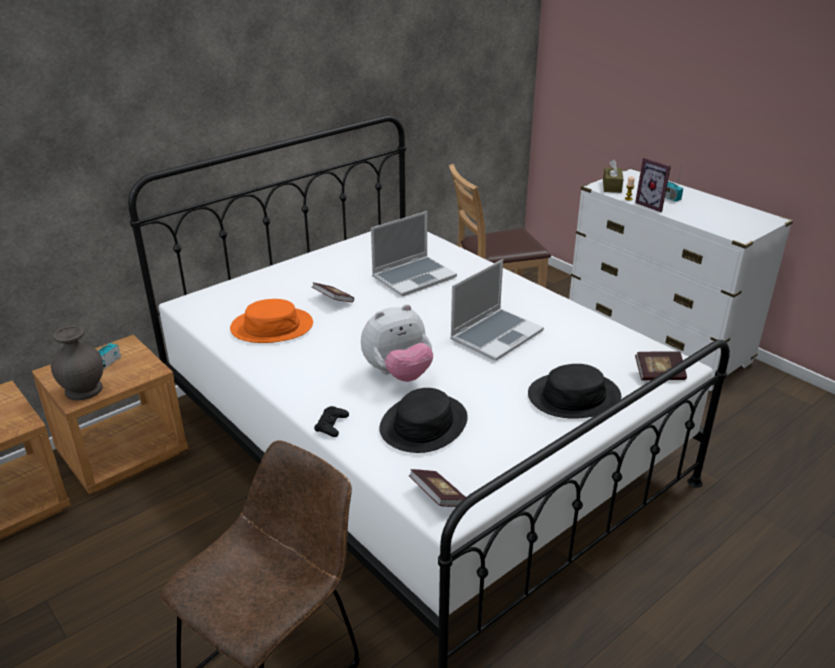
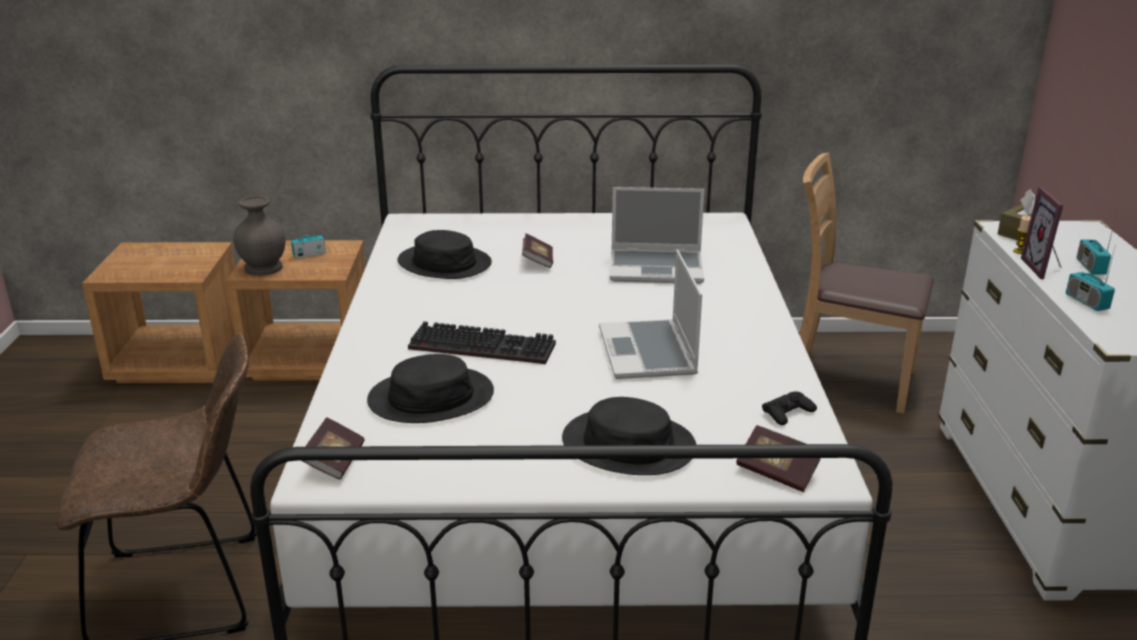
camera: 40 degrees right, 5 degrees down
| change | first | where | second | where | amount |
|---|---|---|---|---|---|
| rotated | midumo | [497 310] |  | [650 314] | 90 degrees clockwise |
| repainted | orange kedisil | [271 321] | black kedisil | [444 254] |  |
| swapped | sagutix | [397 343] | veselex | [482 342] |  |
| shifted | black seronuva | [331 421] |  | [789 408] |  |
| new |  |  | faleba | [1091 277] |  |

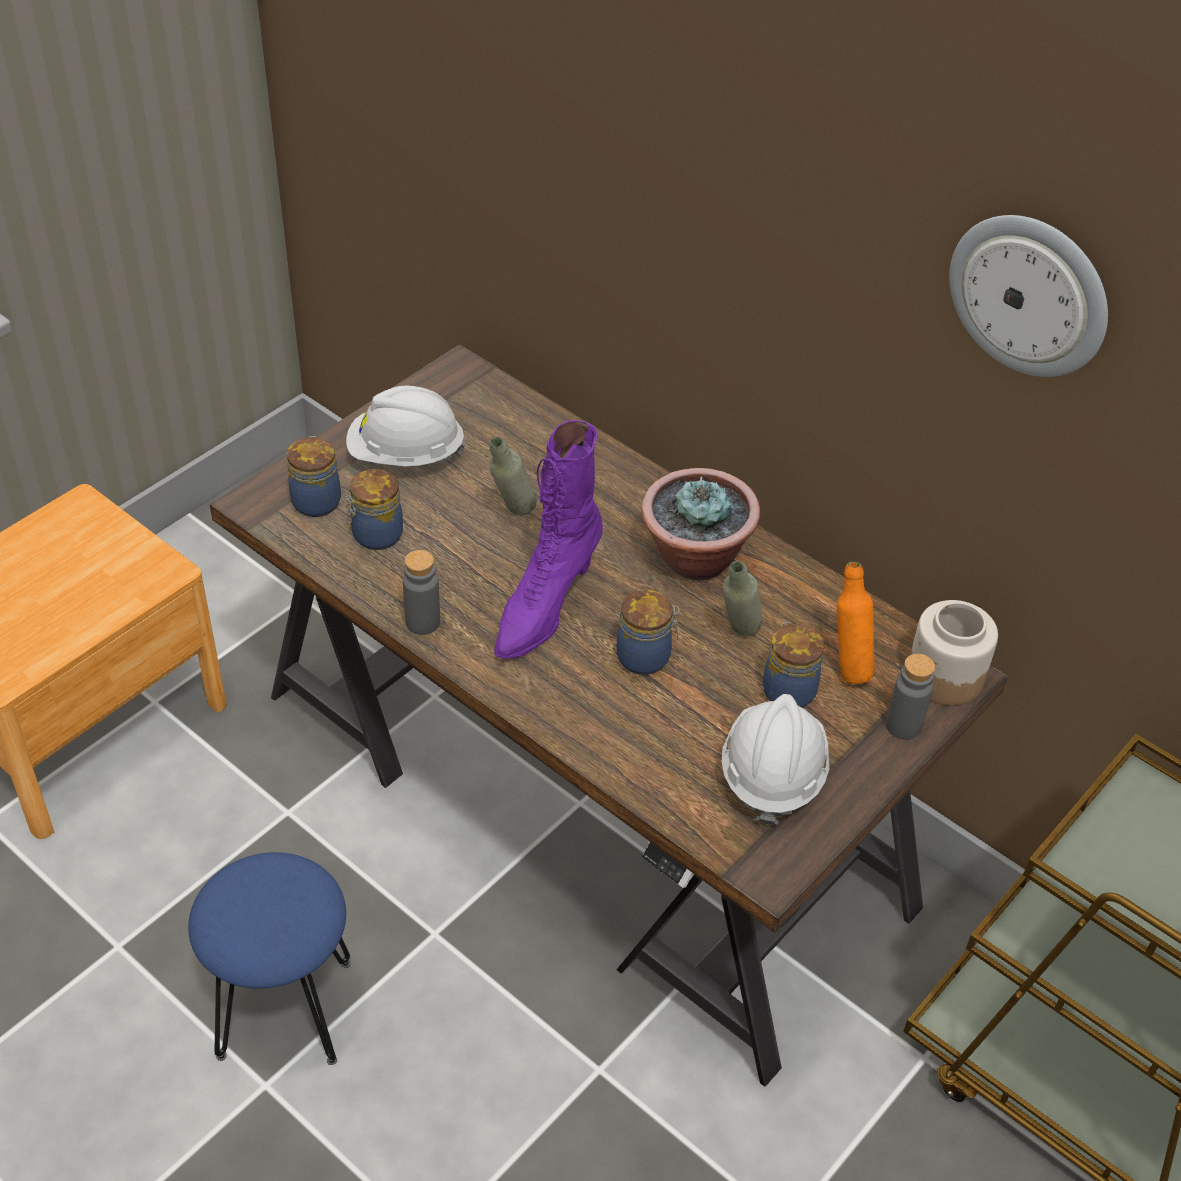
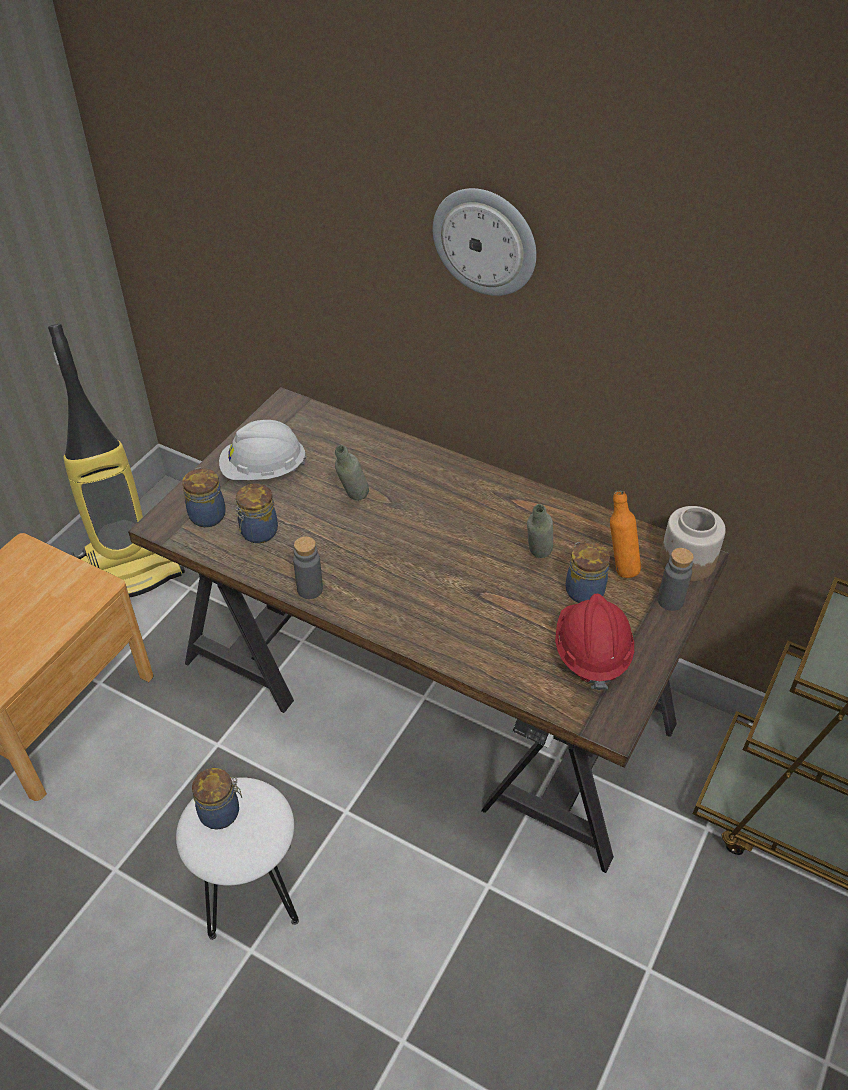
camera: 10 degrees left, 0 degrees up
| change | first | where | second | where | amount |
|---|---|---|---|---|---|
| shifted | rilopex | [1028 296] |  | [484 242] |  |
| gone | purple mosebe | [548 539] |  |  |  |
| gone | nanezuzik | [700 524] |  |  |  |
| shifted | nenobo | [648 632] |  | [217 799] |  |
| repainted | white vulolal | [775 759] | red vulolal | [594 642] |  |
| repainted | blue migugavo | [269 958] | white migugavo | [237 858] |  |
| new |  |  | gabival | [116 460] |  |

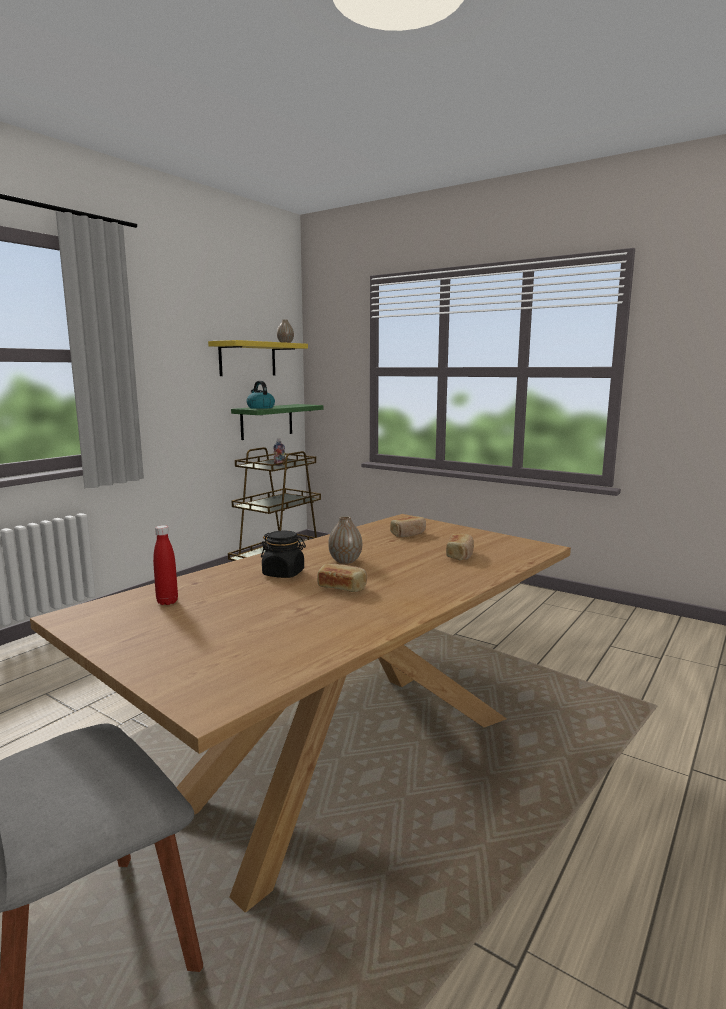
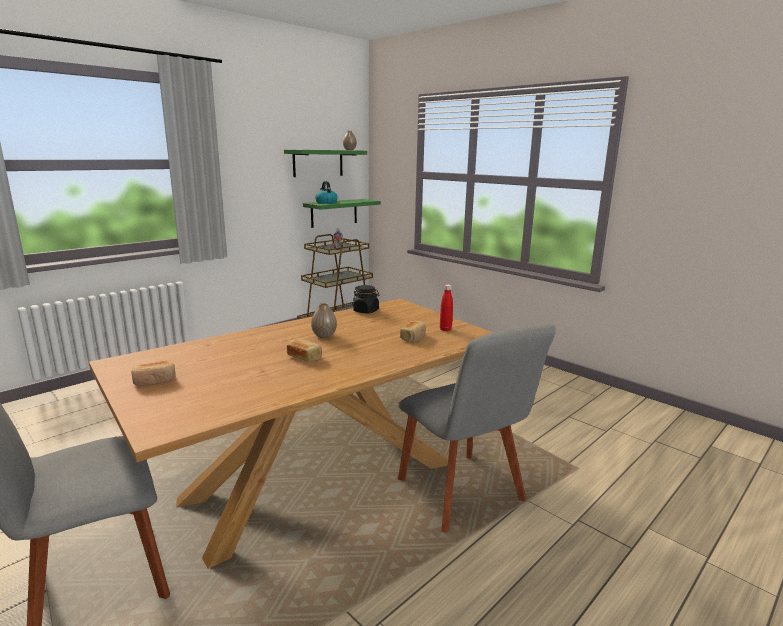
camera: 10 degrees right, 5 degrees up
| change | first | where | second | where | amount |
|---|---|---|---|---|---|
| repainted | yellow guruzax | [258 358] | green guruzax | [325 163] |  |
| shifted | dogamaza | [408 526] |  | [153 373] |  |
| shifted | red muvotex | [165 565] |  | [446 307] |  |
| shifted | black nenobo | [283 554] |  | [366 299] |  |
| new |  |  | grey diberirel | [477 428] |  |

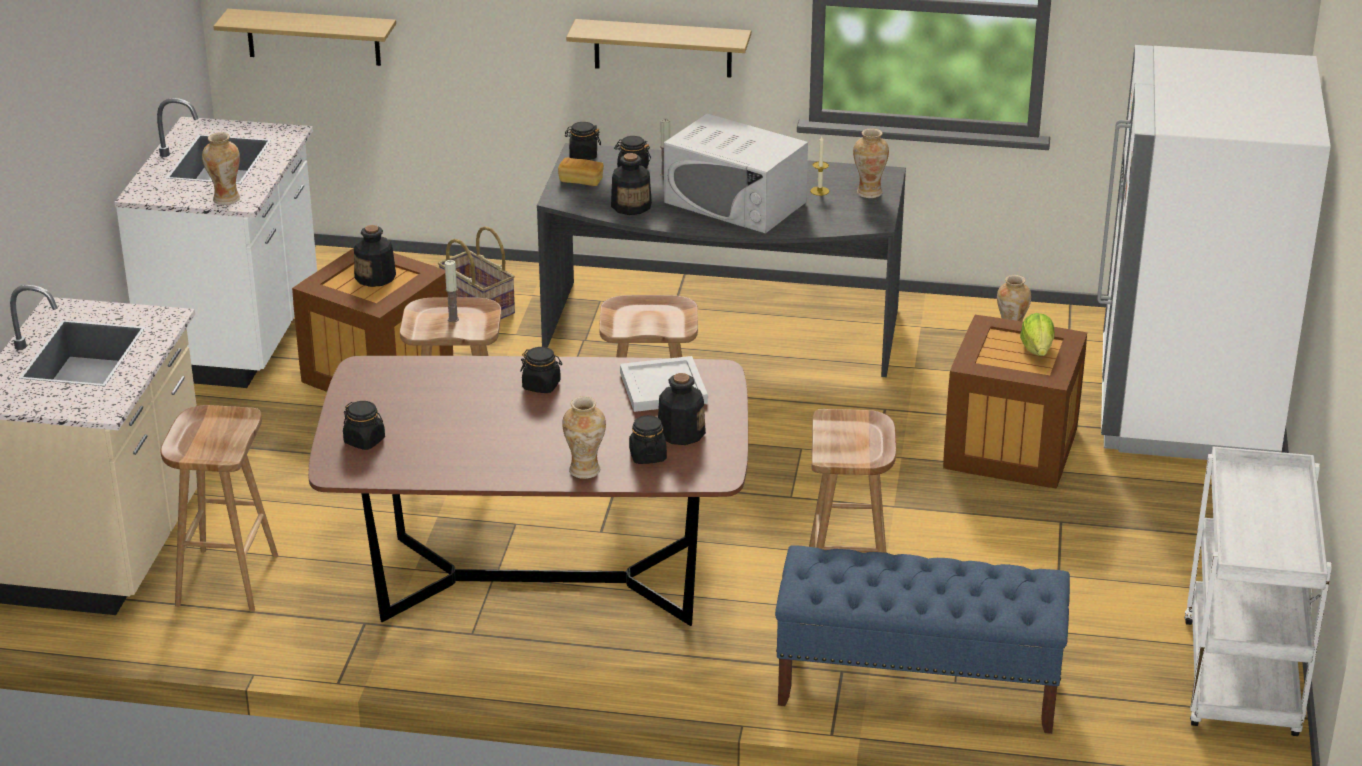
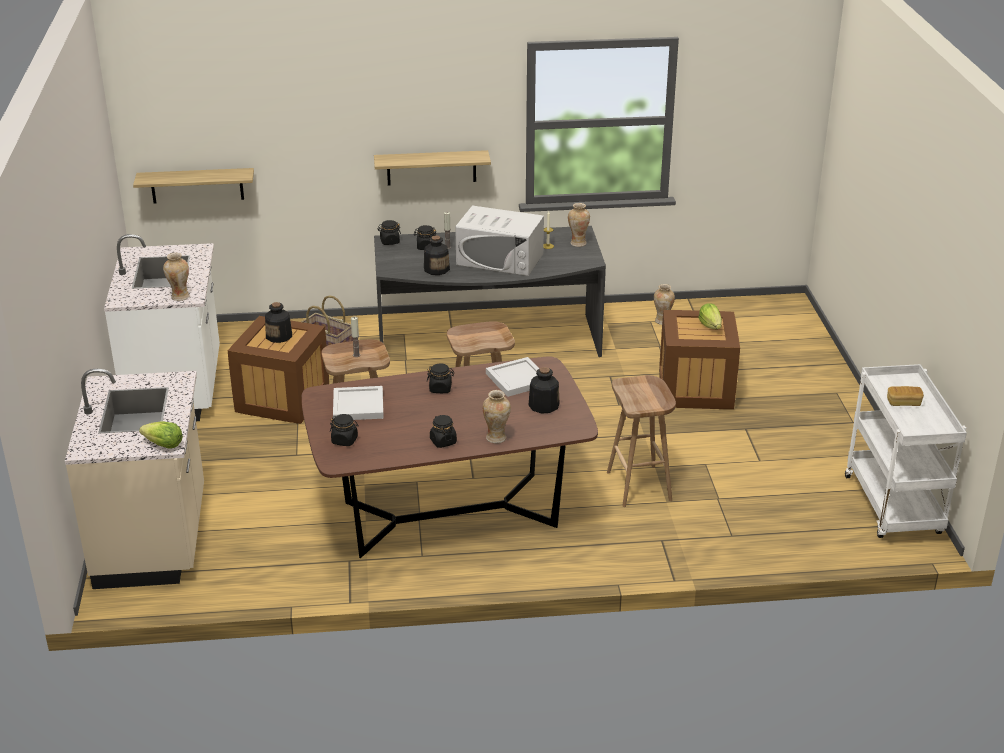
camera: 15 degrees left, 0 degrees up
| change | first | where | second | where | amount |
|---|---|---|---|---|---|
| gone | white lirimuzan | [1214 252] |  |  |  |
| shifted | dogamaza | [581 171] |  | [905 396] |  |
| gone | brown migugavo | [219 508] |  |  |  |
| shifted | black nenobo | [648 439] |  | [443 431] |  |
| gone | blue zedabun | [922 639] |  |  |  |
| new |  |  | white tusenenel | [358 403] |  |
| new |  |  | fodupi | [161 435] |  |

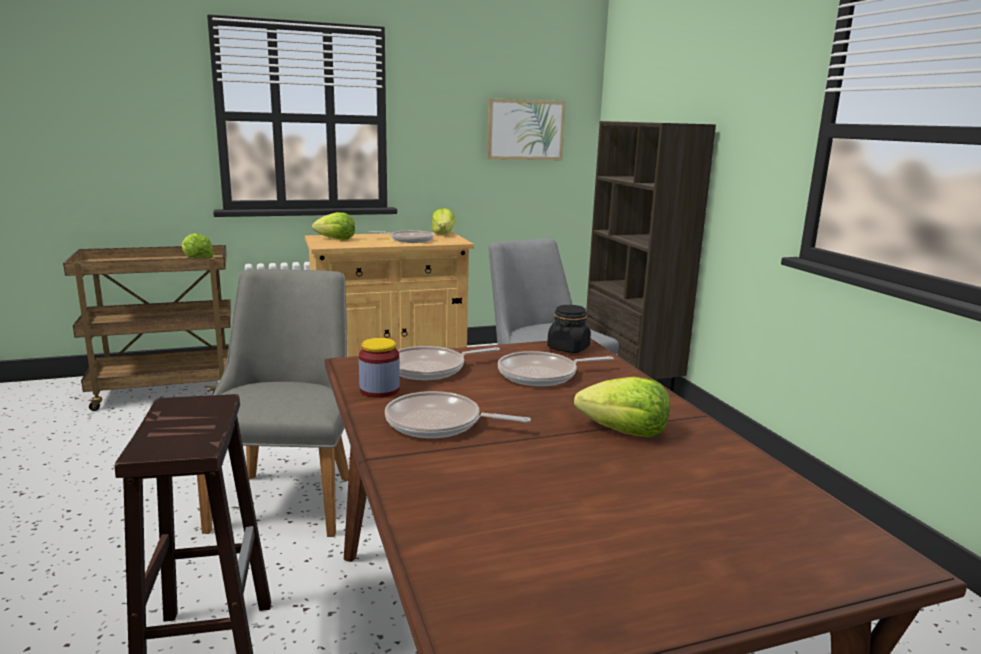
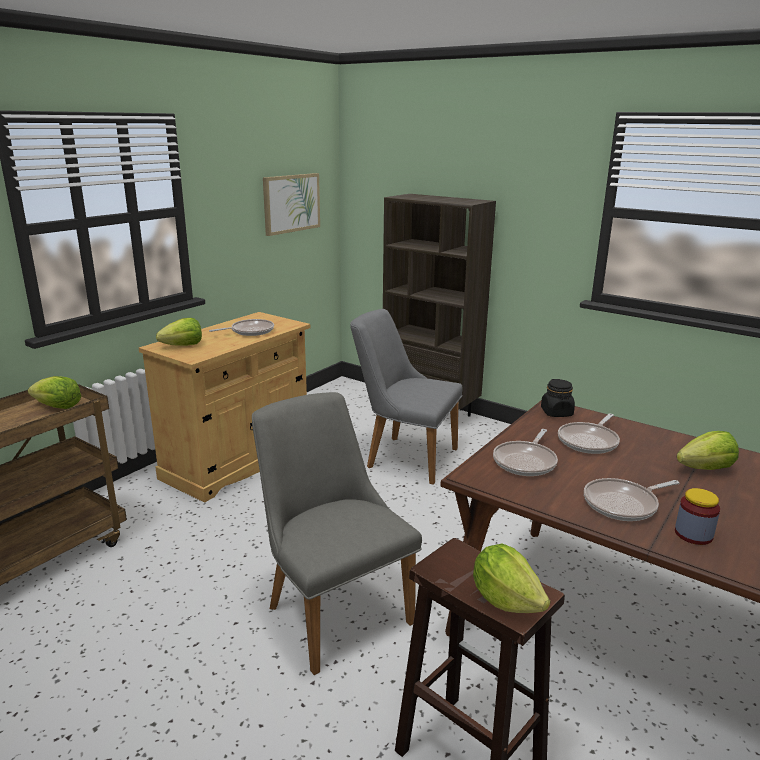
camera: 35 degrees left, 5 degrees up
| change | first | where | second | where | amount |
|---|---|---|---|---|---|
| shifted | fodupi | [443 221] |  | [511 578] |  |
| shifted | nenobo | [379 368] |  | [697 516] |  |

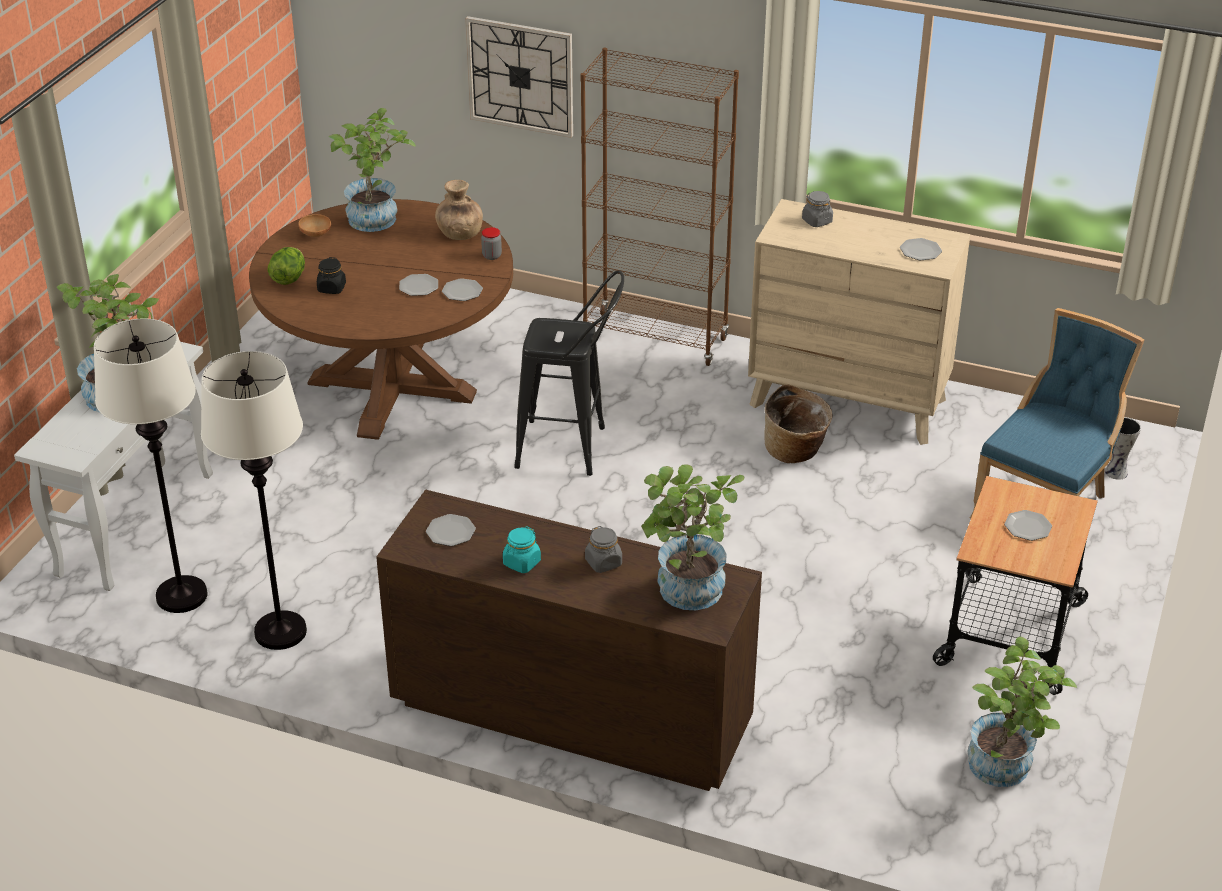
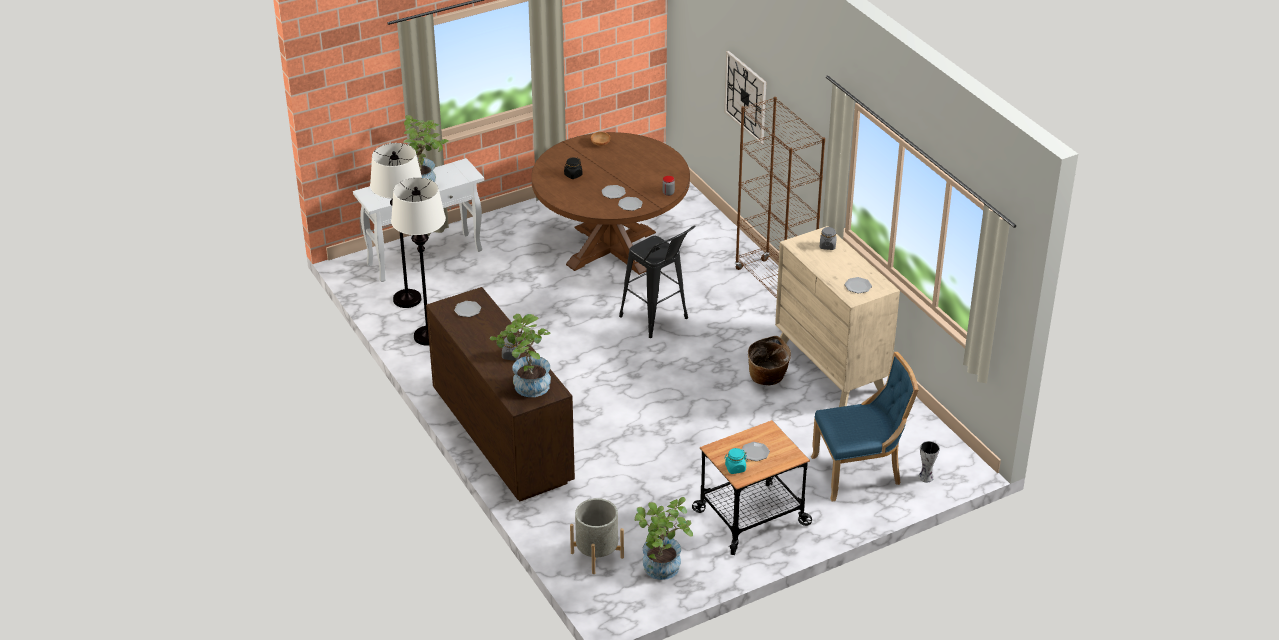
camera: 40 degrees right, 0 degrees up
| change | first | where | second | where | amount |
|---|---|---|---|---|---|
| gone | nanezuzik | [372 170] |  |  |  |
| gone | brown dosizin | [459 210] |  |  |  |
| gone | fodupi | [286 266] |  |  |  |
| shifted | turquoise nenobo | [522 549] |  | [735 461] |  |
| new |  |  | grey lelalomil | [597 536] |  |

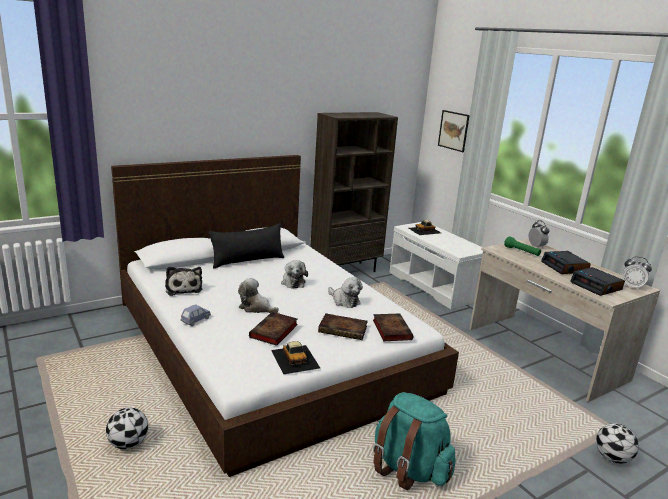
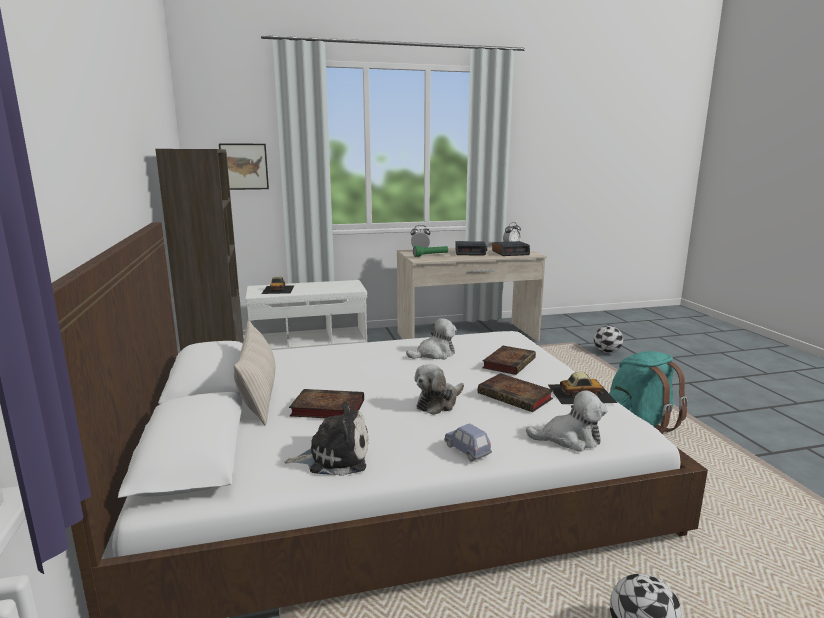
camera: 70 degrees left, 5 degrees down
| change | first | where | second | where | amount |
|---|---|---|---|---|---|
| repainted | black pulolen | [246 245] | beige pulolen | [254 373] |  |
| shifted | sagutix | [294 274] |  | [566 421] |  |
| shifted | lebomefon | [393 327] |  | [326 403] |  |

